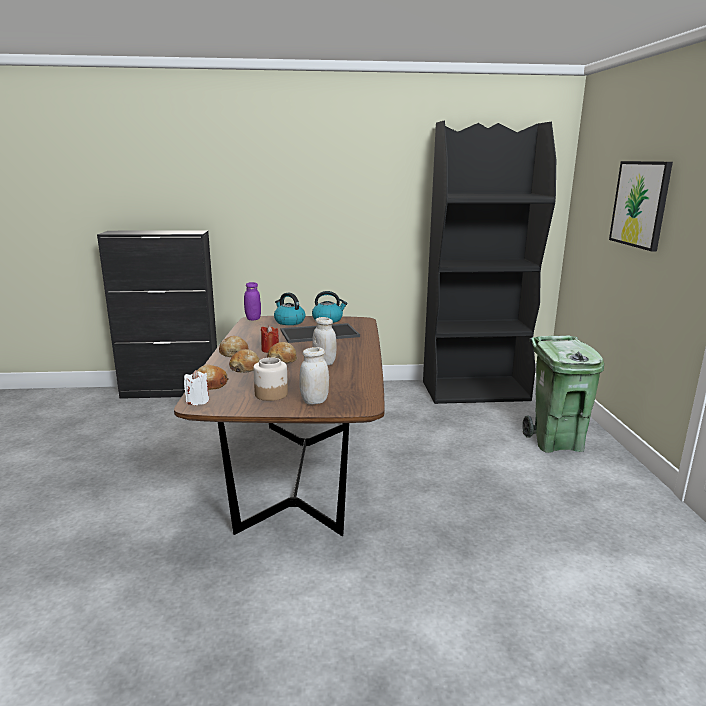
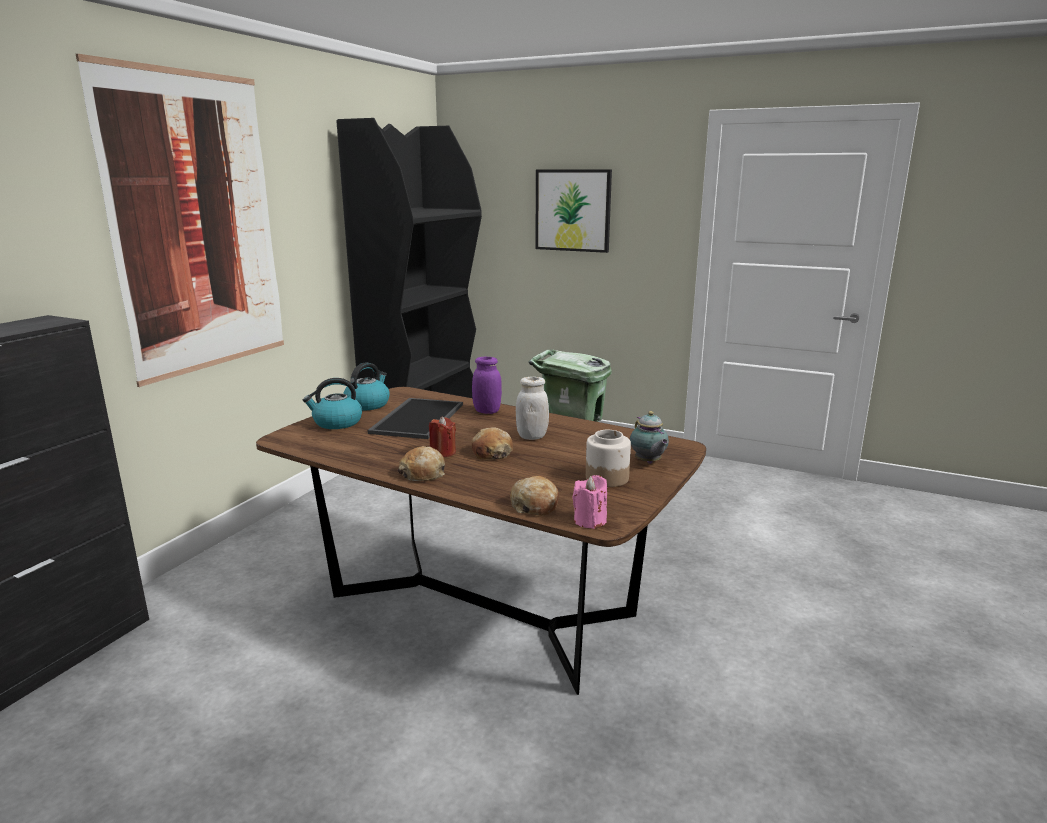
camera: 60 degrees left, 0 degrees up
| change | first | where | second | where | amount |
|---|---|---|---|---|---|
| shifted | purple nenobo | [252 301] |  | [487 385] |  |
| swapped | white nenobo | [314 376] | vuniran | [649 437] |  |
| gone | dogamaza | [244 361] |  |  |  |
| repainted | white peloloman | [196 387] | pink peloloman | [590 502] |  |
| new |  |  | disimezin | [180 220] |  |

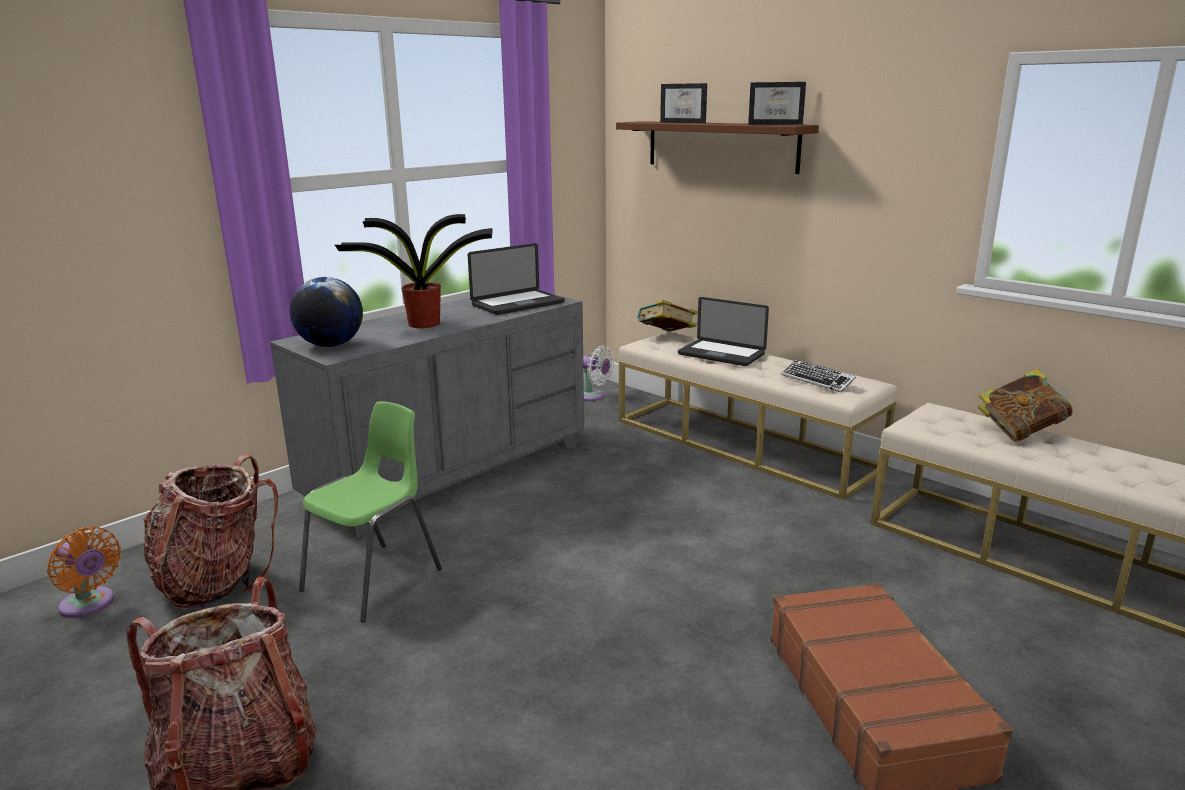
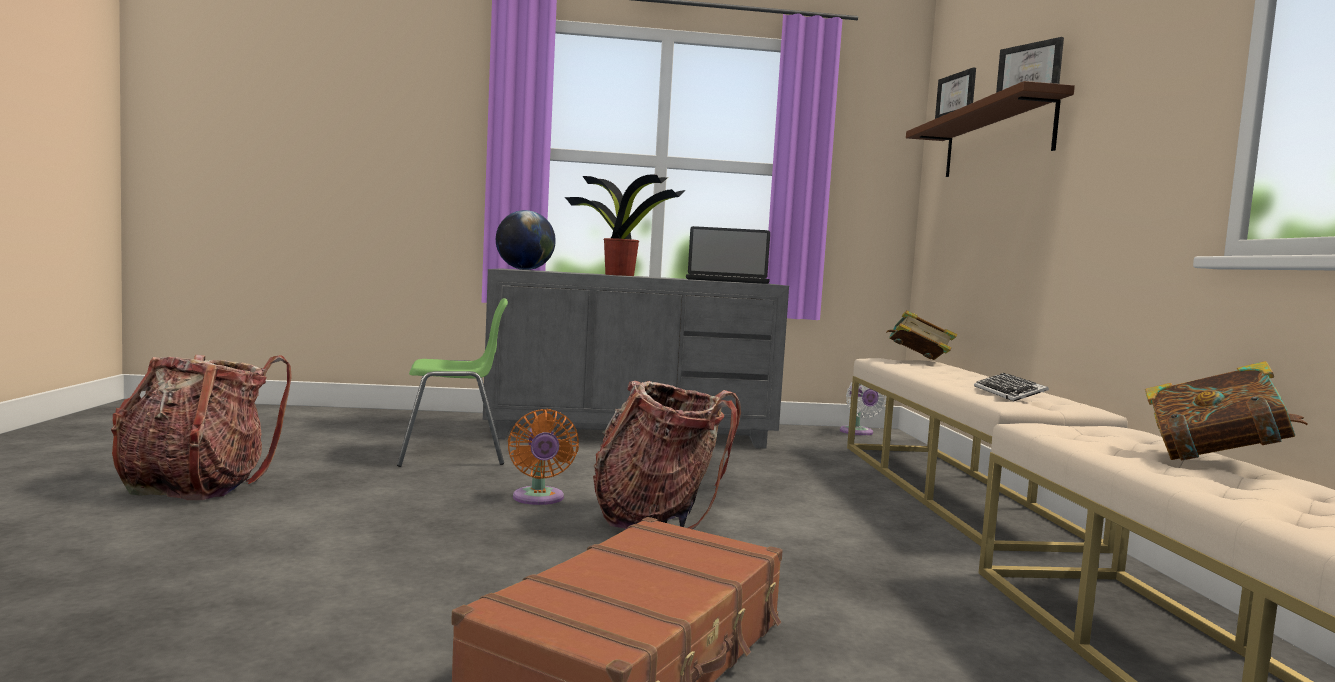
camera: 40 degrees right, 15 degrees down
| change | first | where | second | where | amount |
|---|---|---|---|---|---|
| gone | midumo | [723 331] |  |  |  |
| shifted | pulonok | [210 532] |  | [667 455] |  |
| shifted | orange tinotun | [84 572] |  | [543 457] |  |

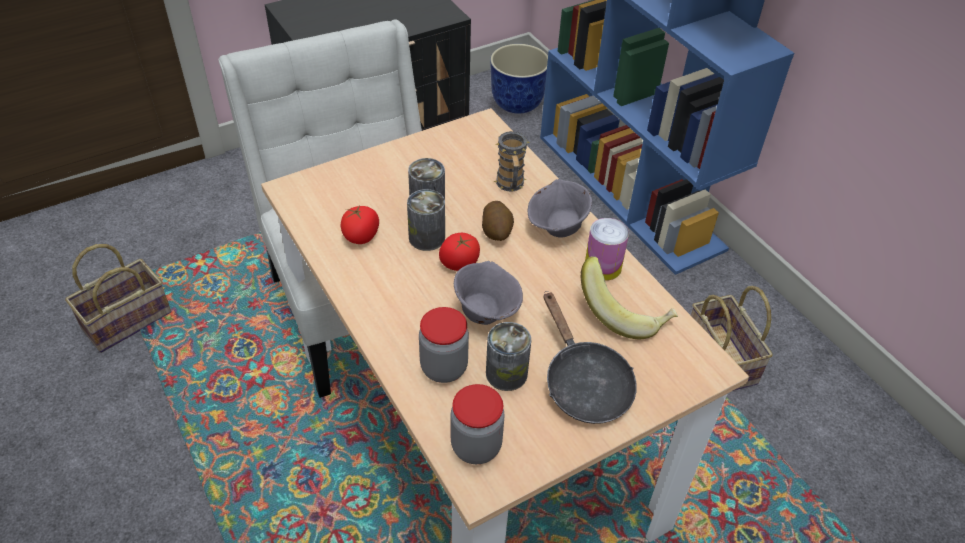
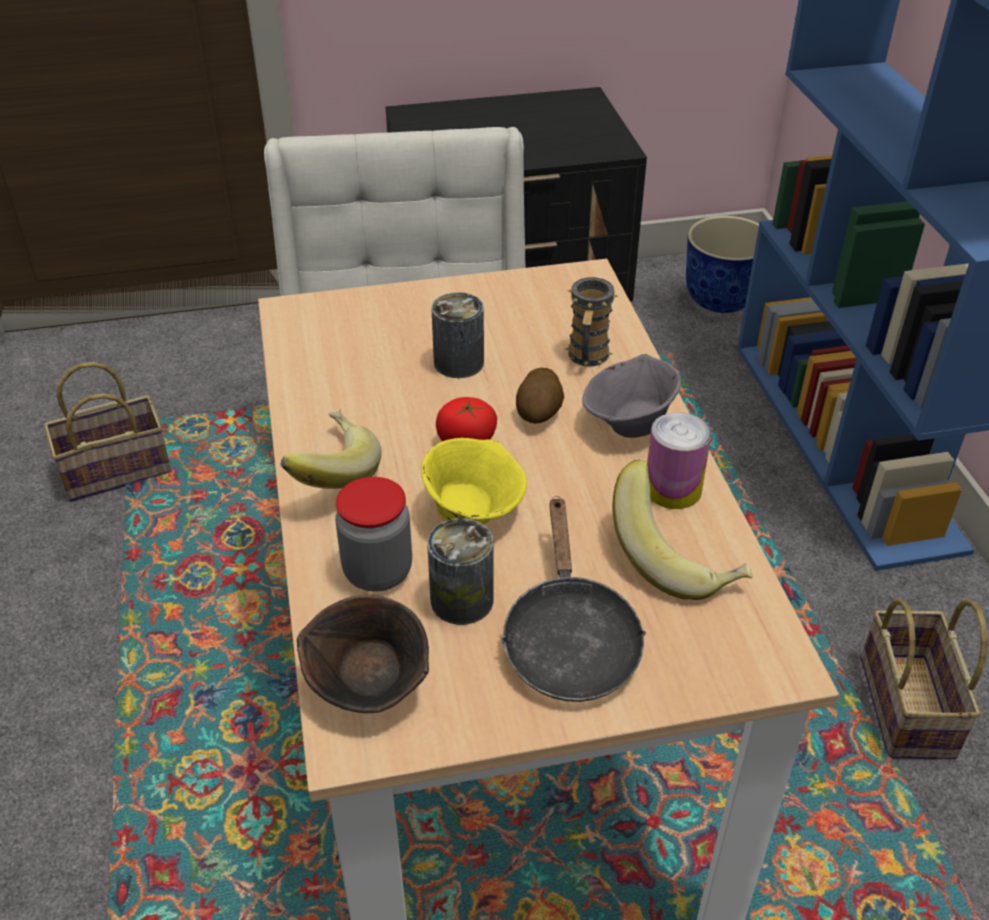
camera: 20 degrees right, 5 degrees down
| change | first | where | second | where | amount |
|---|---|---|---|---|---|
| gone | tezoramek | [426 220] |  |  |  |
| gone | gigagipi | [360 224] |  |  |  |
| repainted | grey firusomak | [488 293] | yellow firusomak | [474 481] |  |
| swapped | nenobo | [478 424] | brown firusomak | [363 654] |  |
| new |  |  | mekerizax | [331 449] |  |

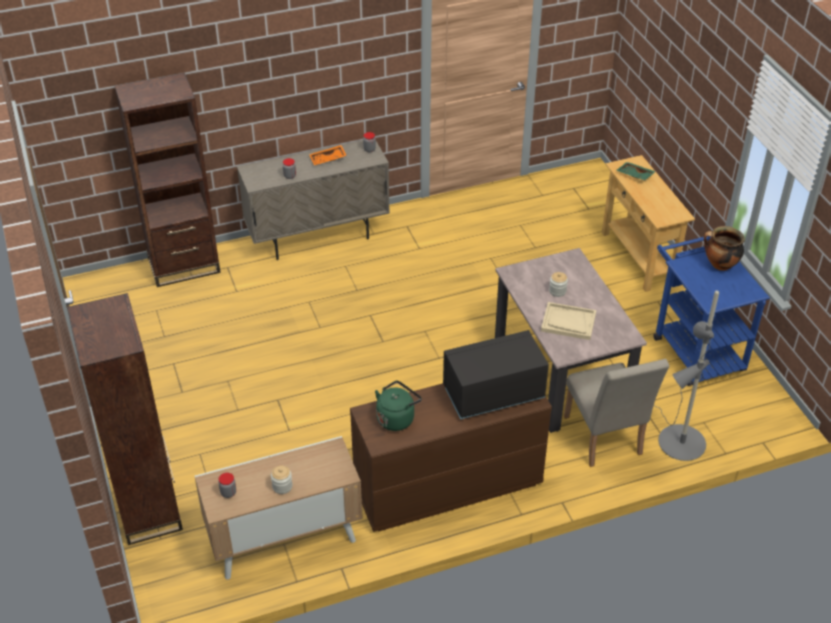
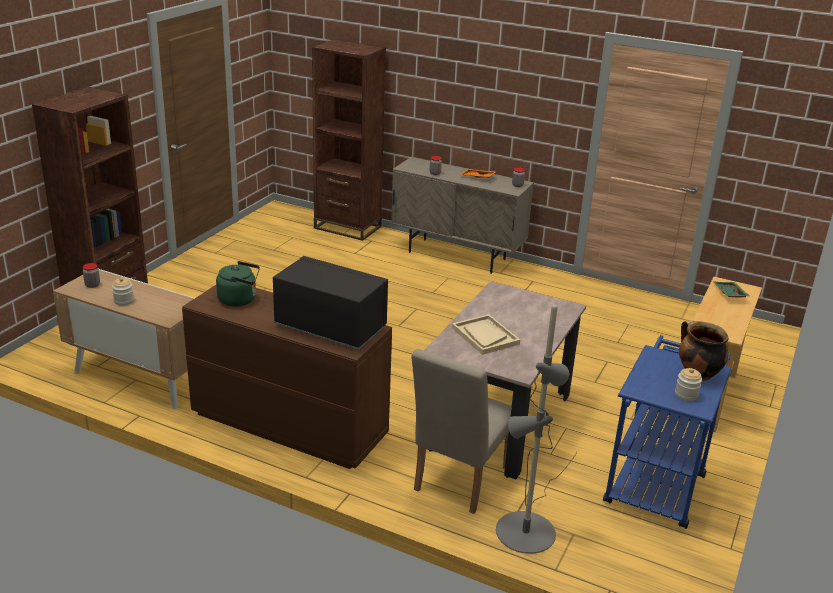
camera: 45 degrees right, 15 degrees down
| change | first | where | second | where | amount |
|---|---|---|---|---|---|
| shifted | nenobo | [558 284] |  | [688 384] |  |

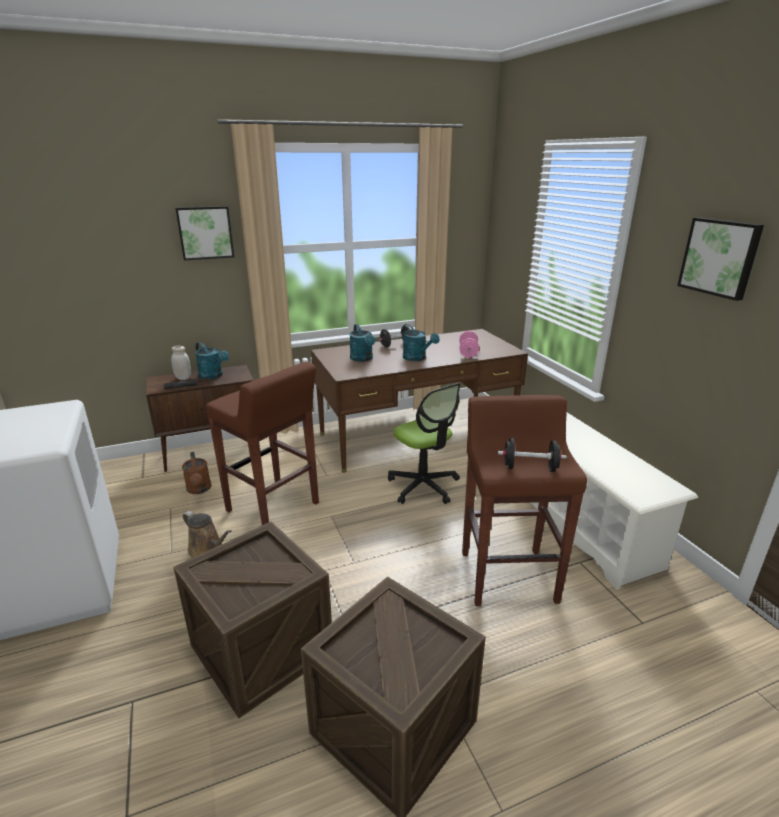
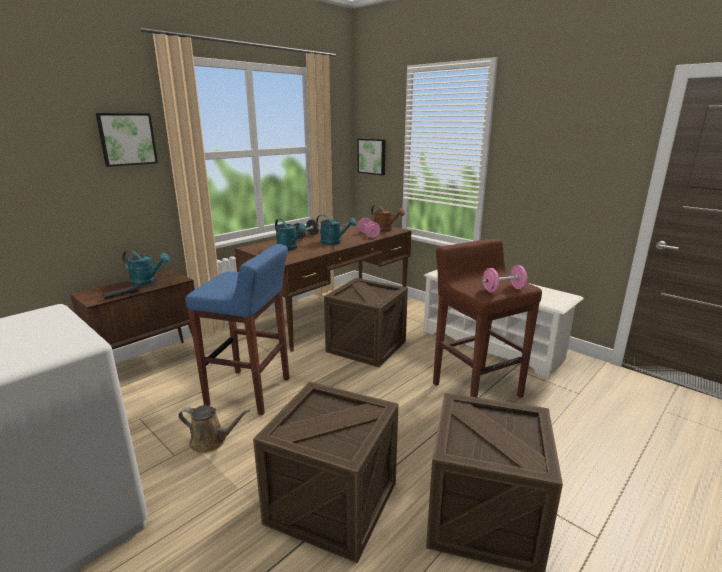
camera: 25 degrees left, 5 degrees down
| change | first | where | second | where | amount |
|---|---|---|---|---|---|
| shifted | disimezin | [720 259] |  | [372 157] |  |
| gone | white nenobo | [181 363] |  |  |  |
| repainted | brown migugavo | [262 443] | blue migugavo | [237 329] |  |
| swapped | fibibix | [424 443] | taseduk | [366 322] |  |
| repainted | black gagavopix | [532 455] | pink gagavopix | [504 279] |  |
| shifted | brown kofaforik | [197 473] |  | [388 218] |  |

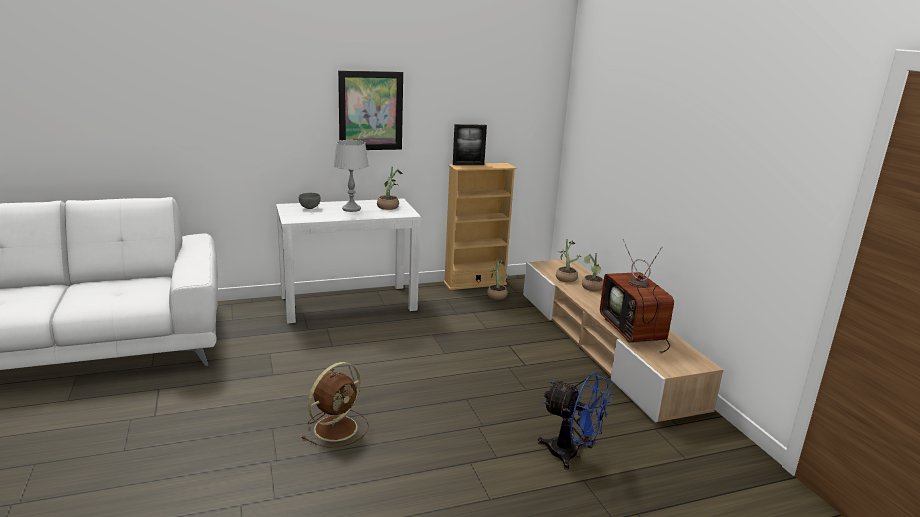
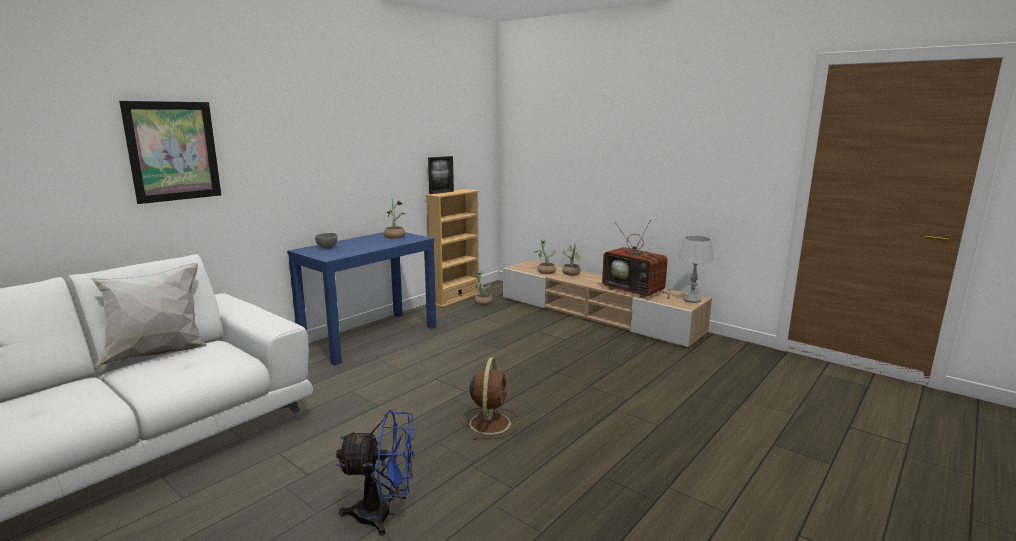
camera: 30 degrees left, 5 degrees down
| change | first | where | second | where | amount |
|---|---|---|---|---|---|
| shifted | disimezin | [370 110] |  | [170 152] |  |
| shifted | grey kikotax | [351 176] |  | [696 269] |  |
| repainted | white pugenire | [348 261] | blue pugenire | [362 298] |  |
| shifted | blue tinotun | [575 421] |  | [375 473] |  |
| new |  |  | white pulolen | [149 315] |  |

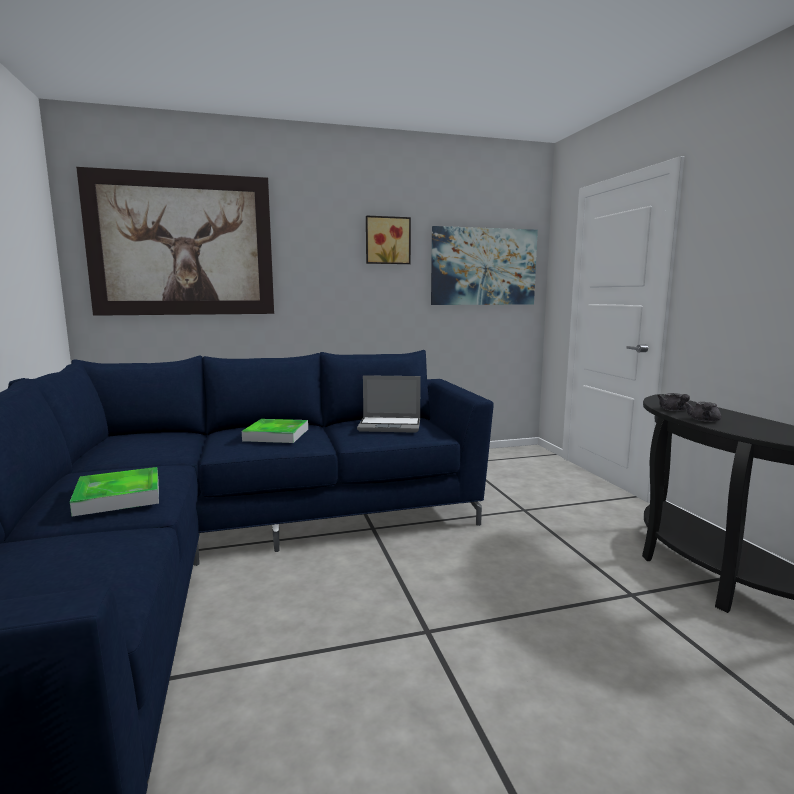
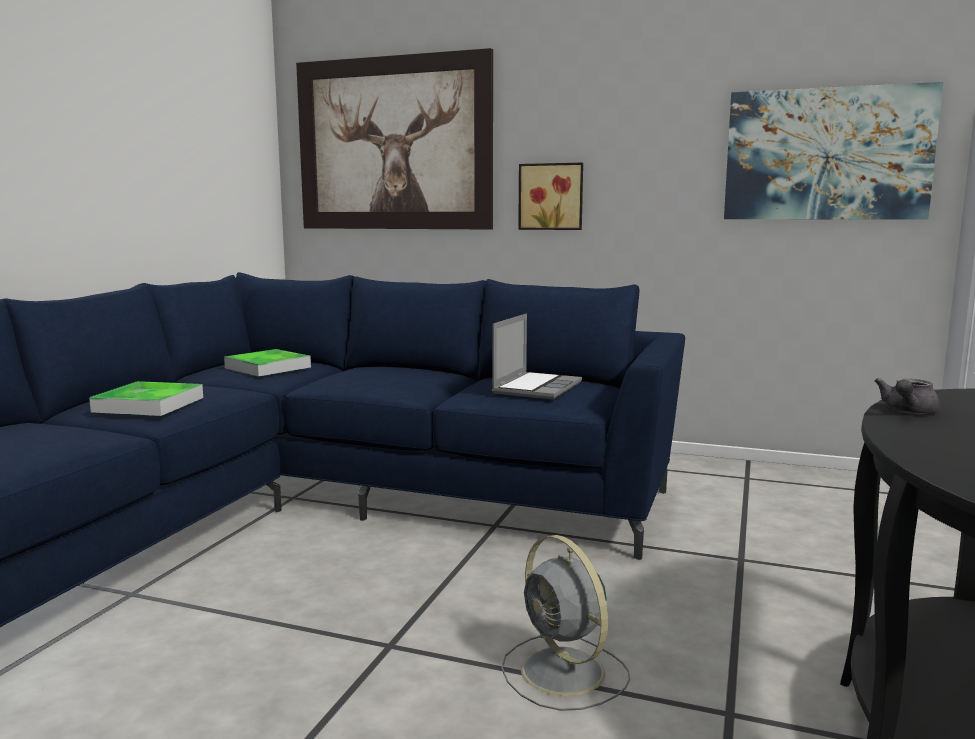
camera: 35 degrees right, 0 degrees up
| change | first | where | second | where | amount |
|---|---|---|---|---|---|
| shifted | disimezin | [388 239] |  | [550 196] |  |
| rotated | midumo | [389 404] |  | [537 356] | 105 degrees counterclockwise |
| gone | grey vuniran | [702 412] |  |  |  |
| shifted | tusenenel | [275 431] |  | [267 363] |  |
| new |  |  | grey tinotun | [566 623] |  |

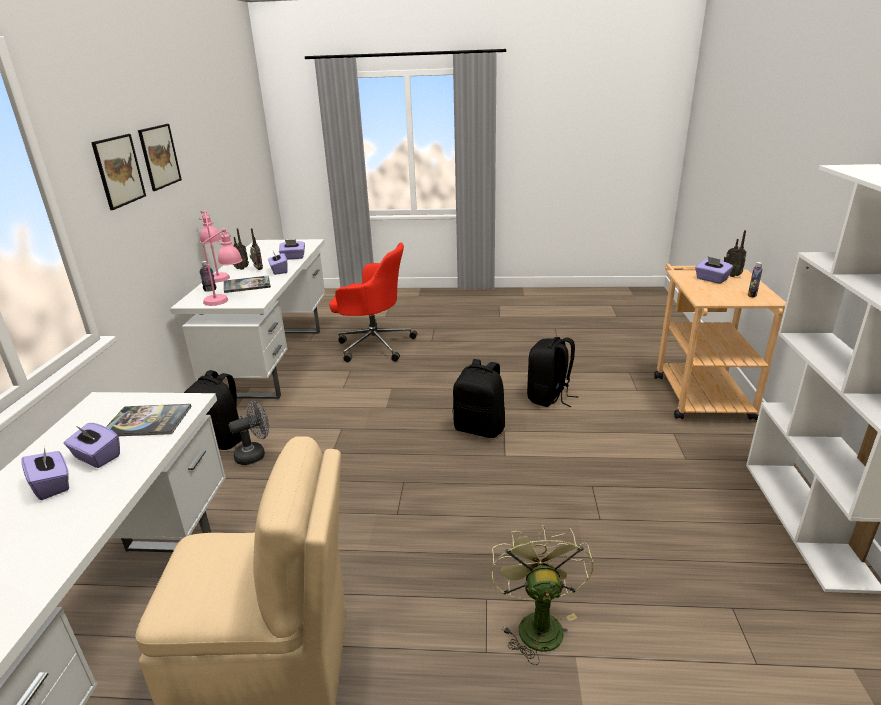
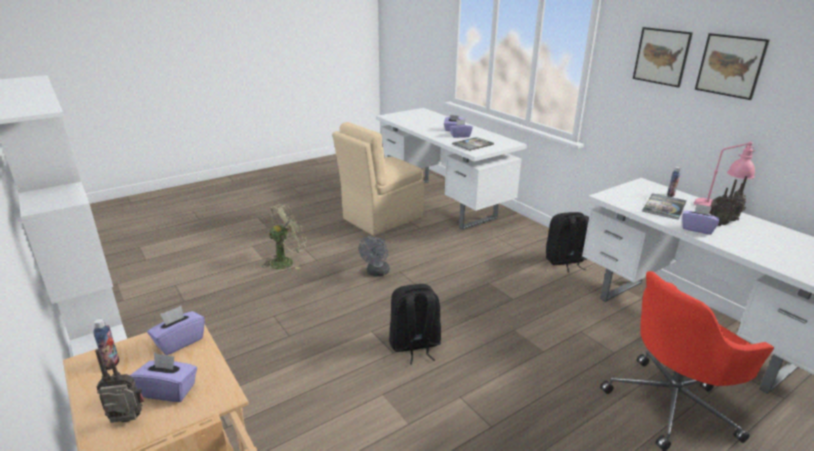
camera: 140 degrees right, 0 degrees up
| change | first | where | second | where | amount |
|---|---|---|---|---|---|
| gone | pink kikotax | [223 267] |  |  |  |
| shifted | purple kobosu | [292 249] |  | [176 330] |  |
| gone | black pulonok | [553 372] |  |  |  |
| shifted | grey tinotun | [249 433] |  | [374 256] |  |
| rotated | green tinotun | [542 594] |  | [284 236] | 90 degrees counterclockwise |

